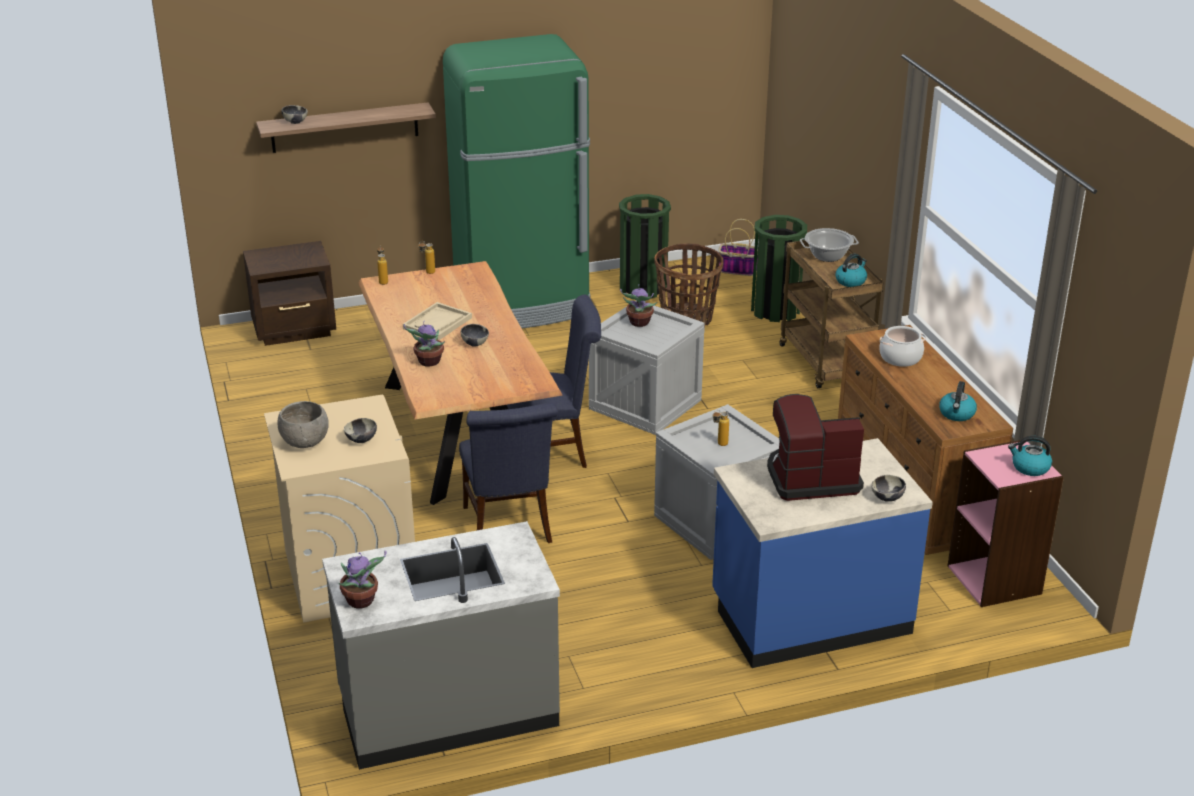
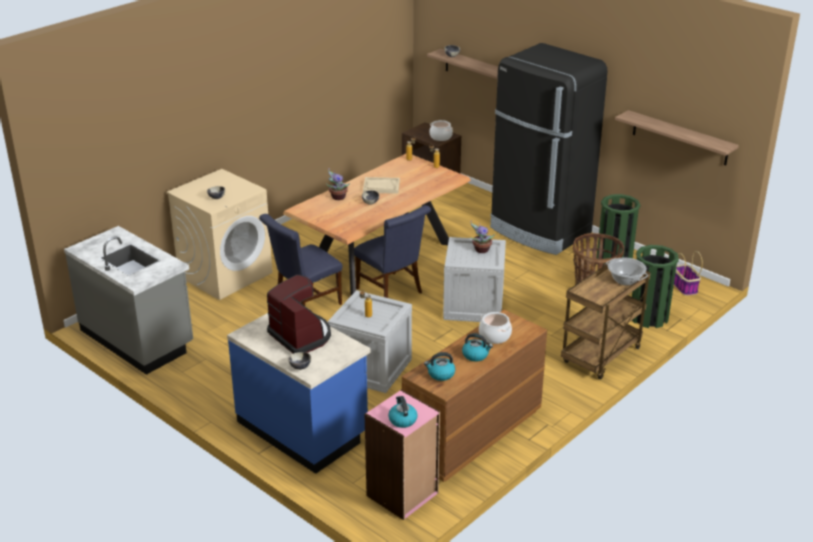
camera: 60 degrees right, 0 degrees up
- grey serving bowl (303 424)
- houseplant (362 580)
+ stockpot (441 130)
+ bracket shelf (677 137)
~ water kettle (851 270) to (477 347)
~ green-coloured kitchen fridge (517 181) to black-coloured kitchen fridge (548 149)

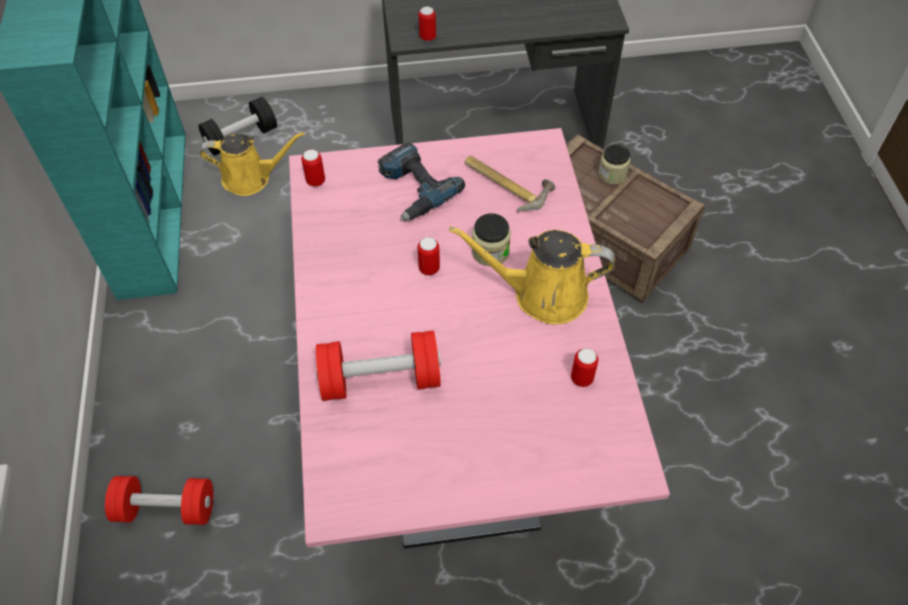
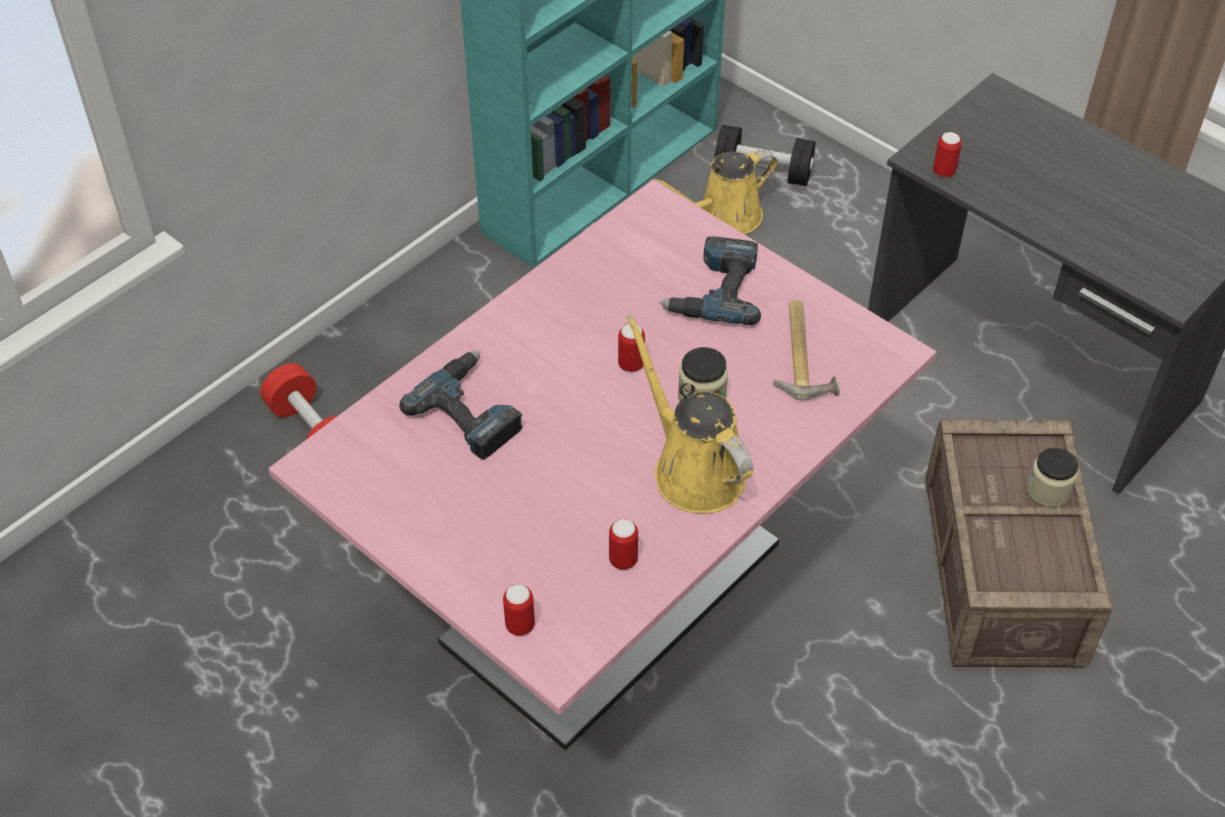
camera: 50 degrees right, 5 degrees down
~ sealed can (313 168) to (519 610)
~ reddish dumbbell (378 365) to electric drill (461 405)
~ yellow-coloured watering pot (252 164) = (714 192) 105 degrees clockwise

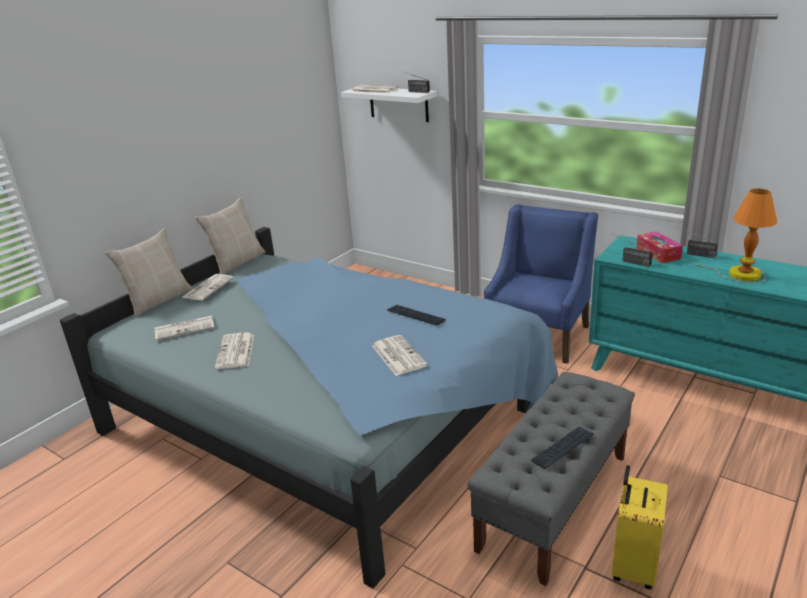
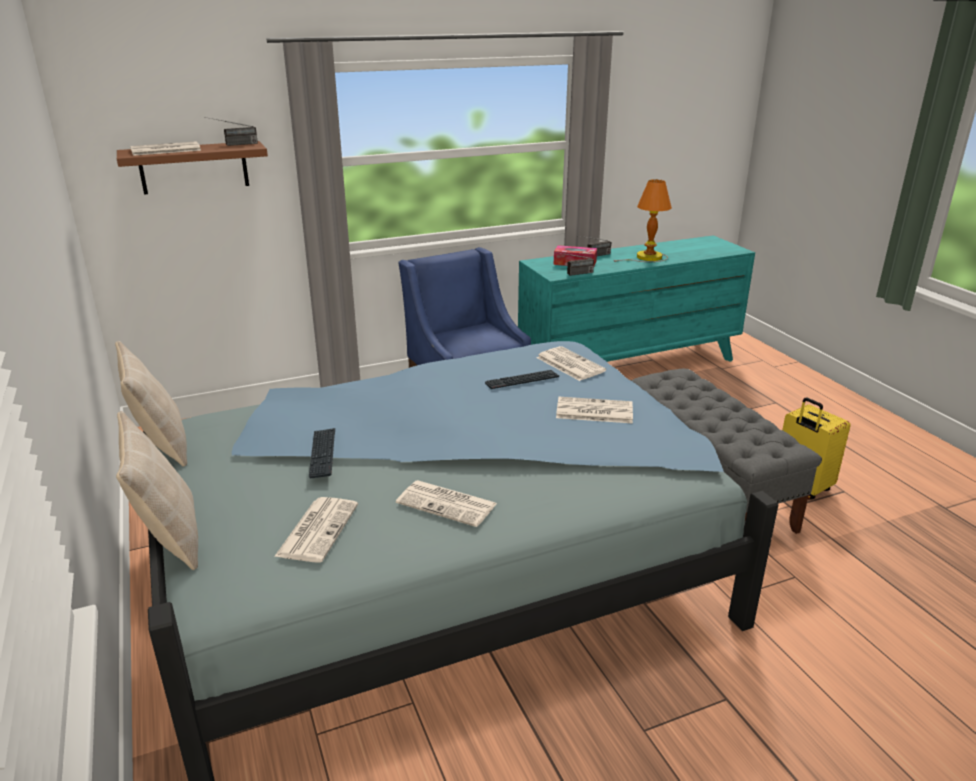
camera: 60 degrees left, 0 degrees up
~ daily paper (208 287) to (571 363)
~ computer keyboard (562 448) to (322 453)
~ white bracket shelf (389 105) to brownish bracket shelf (192 168)

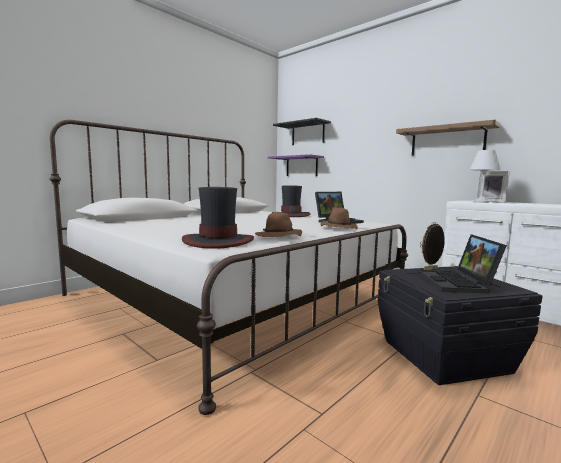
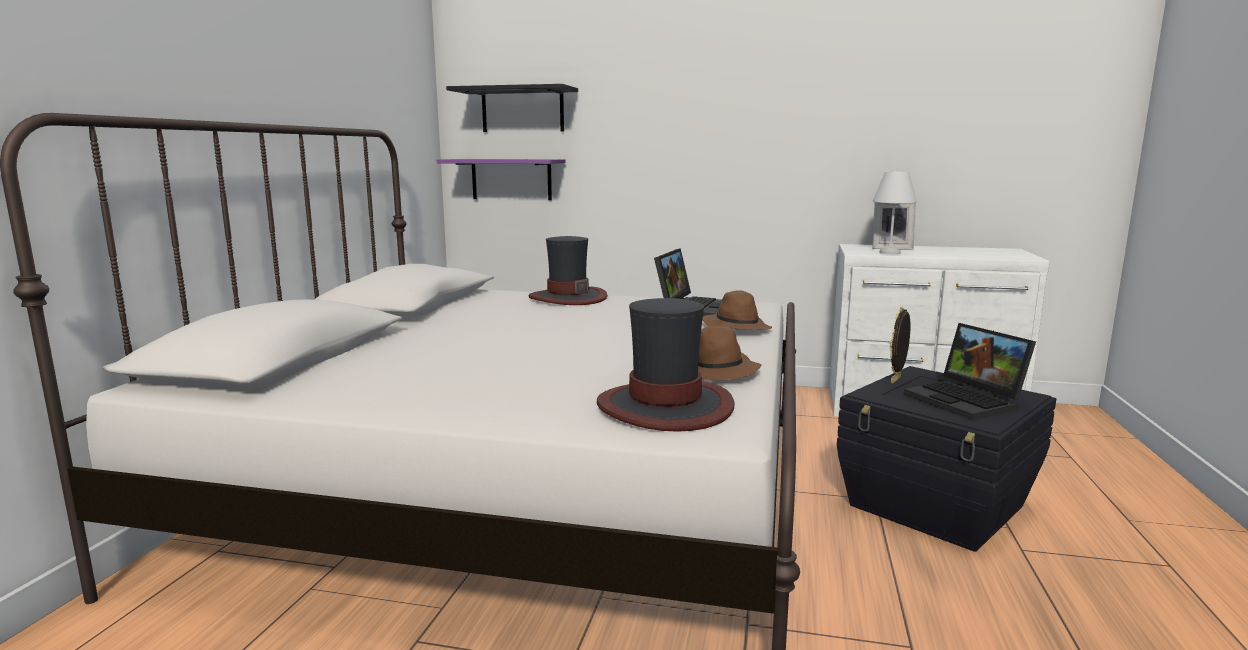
camera: 30 degrees left, 5 degrees up
- bracket shelf (448 138)

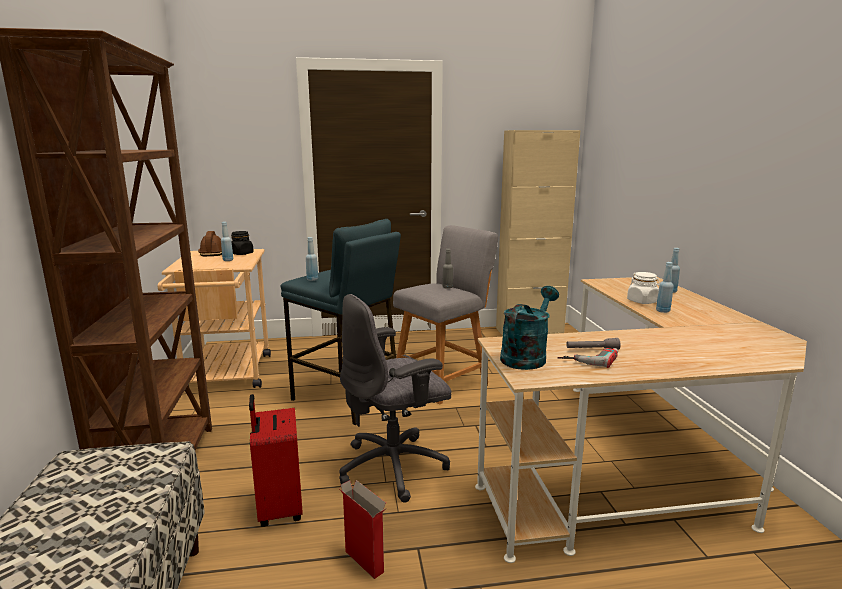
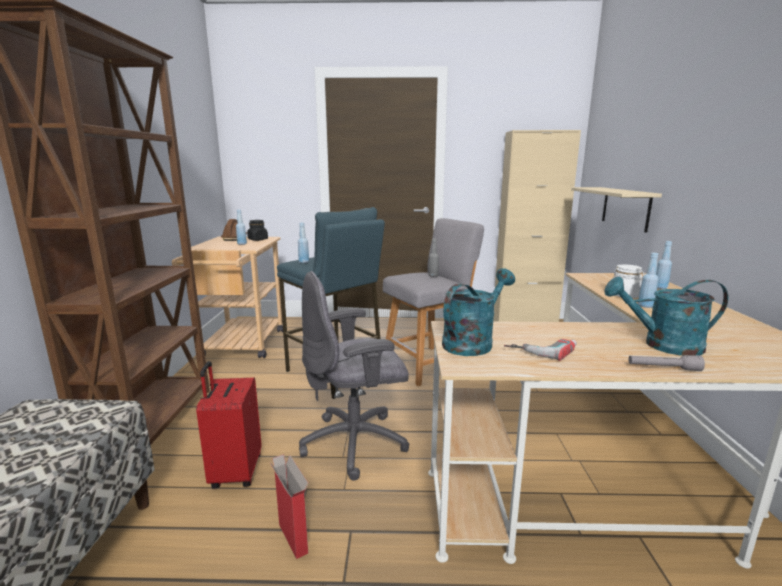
camera: 10 degrees right, 0 degrees up
+ sand-coloured bracket shelf (616 210)
+ blue-green watering pot (666 316)
~ grey torch (593 344) to (667 363)

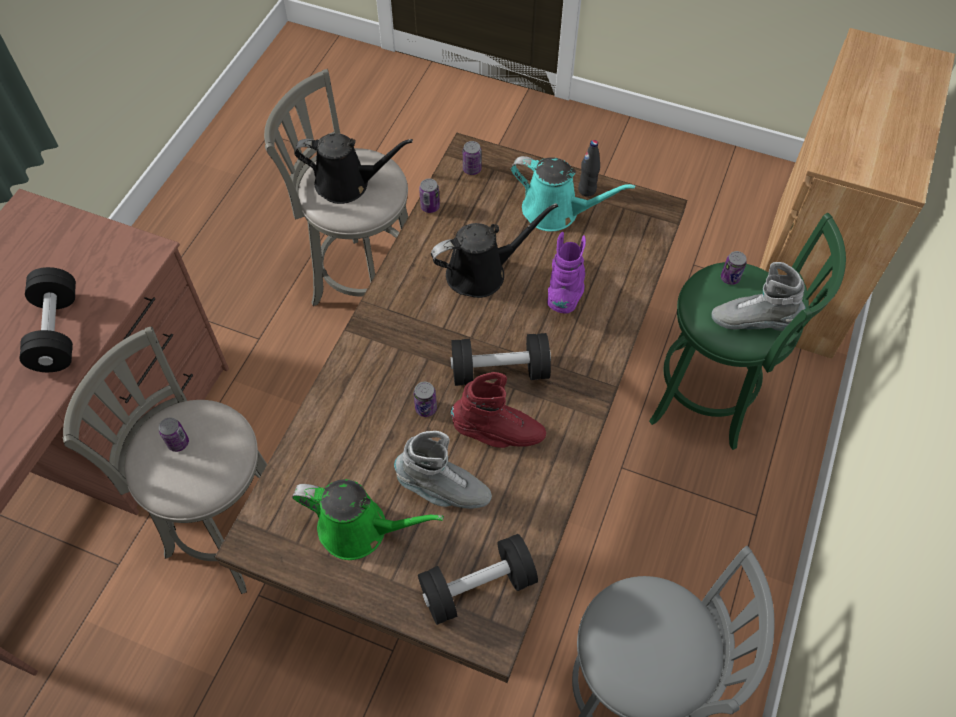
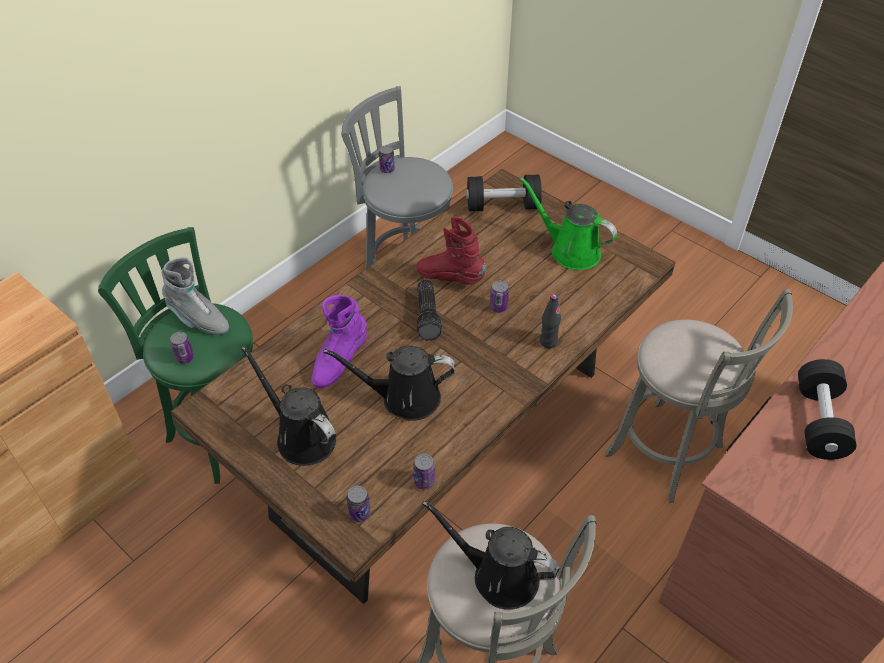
camera: 160 degrees left, 10 degrees down
- grey tall boot (443 470)
~ sealed can (174 434) to (387 159)
~ black-coloured beverage bottle (589 168) to (550 321)
~ black-coloured dumbbell (500 359) to torch (429 310)
~ blue-green watering pot (573 193) to black-coloured watering pot (288 406)

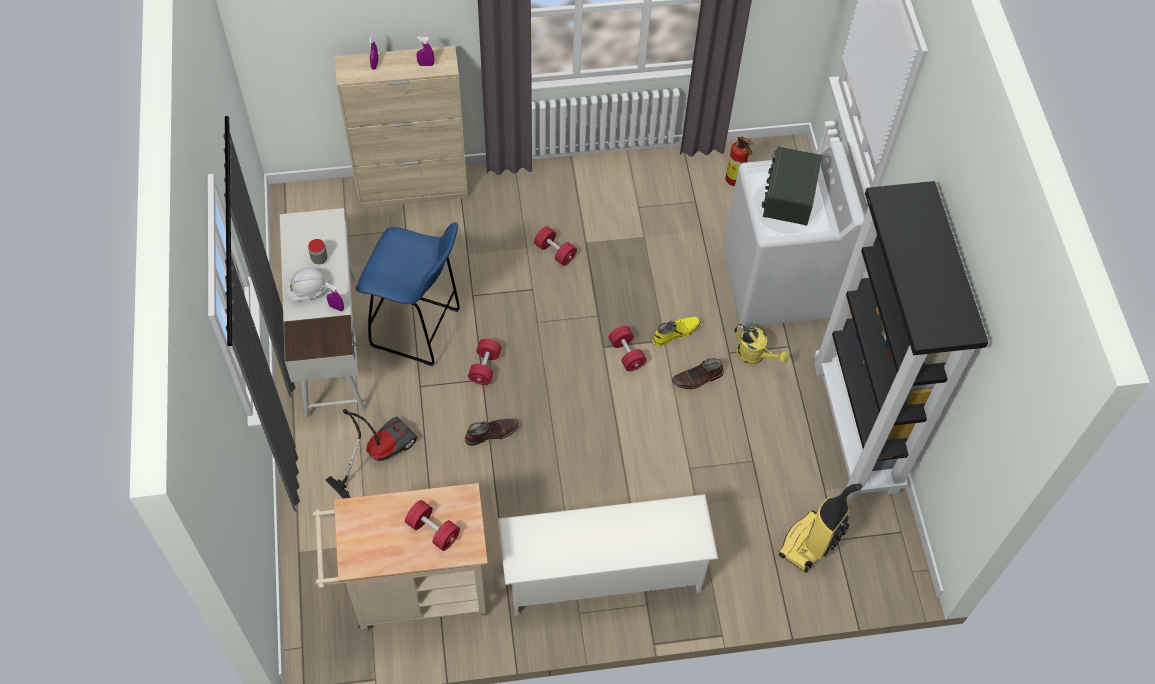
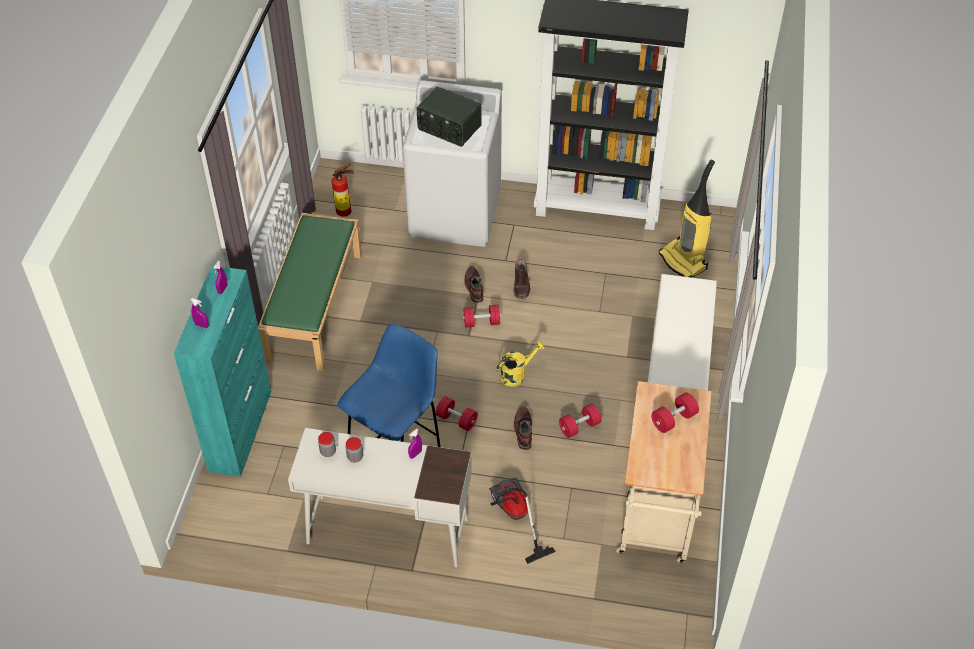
camera: 70 degrees left, 10 degrees down
- white safety helmet (307 284)
+ green-coloured long seat (310 292)
+ preserve jar (327 444)
~ reddish dumbbell (555 246) to (580 420)
~ yellow-coloured watering pot (761 344) to (520 364)
~ sand-coloured cabinet (401 127) to blue-green cabinet (222 371)
~ yellow-coloured tall boot (676 331) to brownish tall boot (473 284)

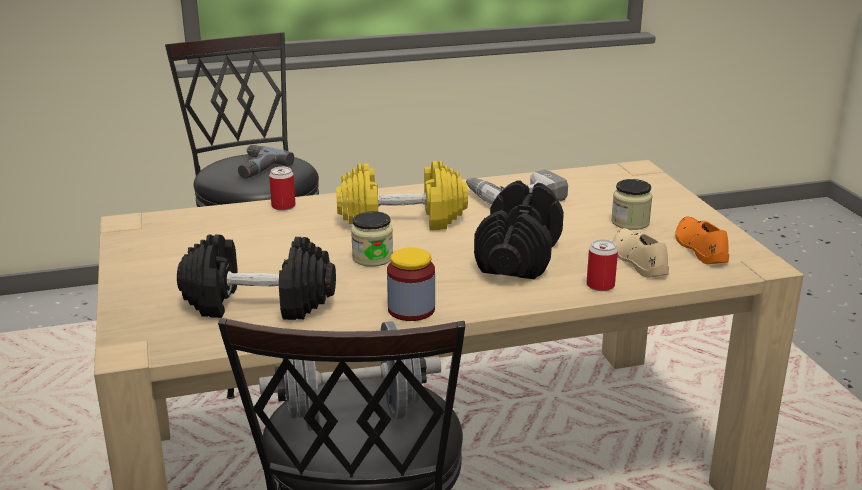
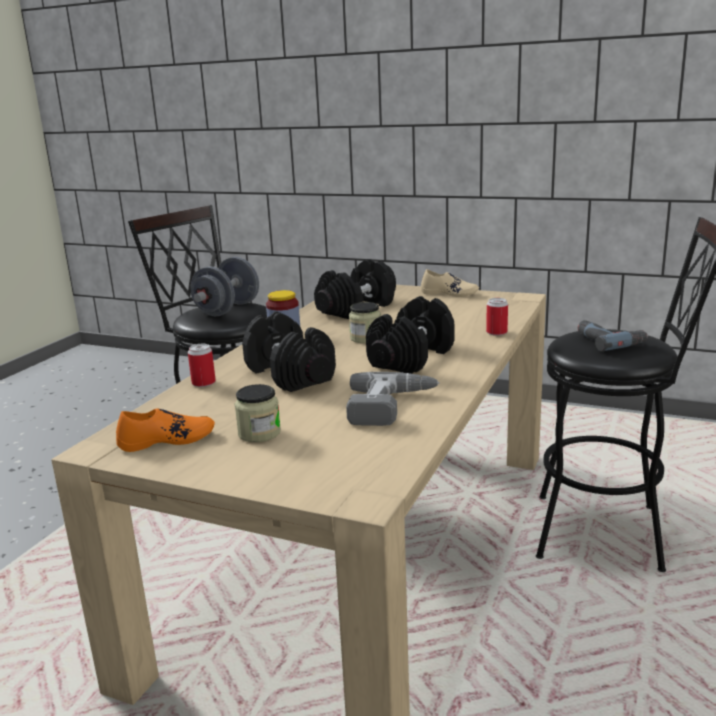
camera: 130 degrees right, 5 degrees down
~ sand-coloured shoe (640 253) to (449 283)
~ yellow-coloured dumbbell (402 195) to black-coloured dumbbell (410 335)
~ orange-coloured shoe (702 240) = (165 430) 45 degrees counterclockwise

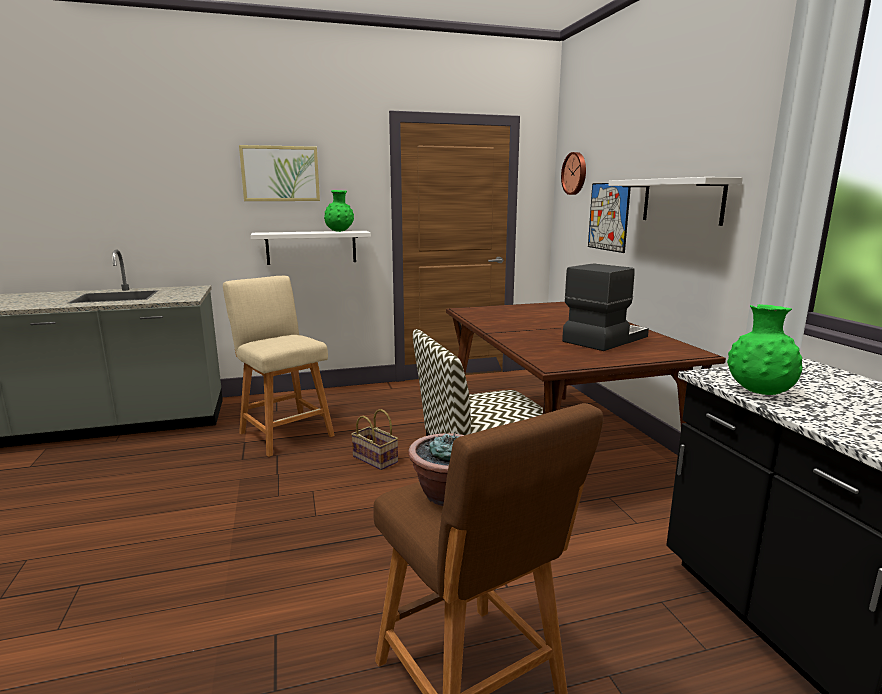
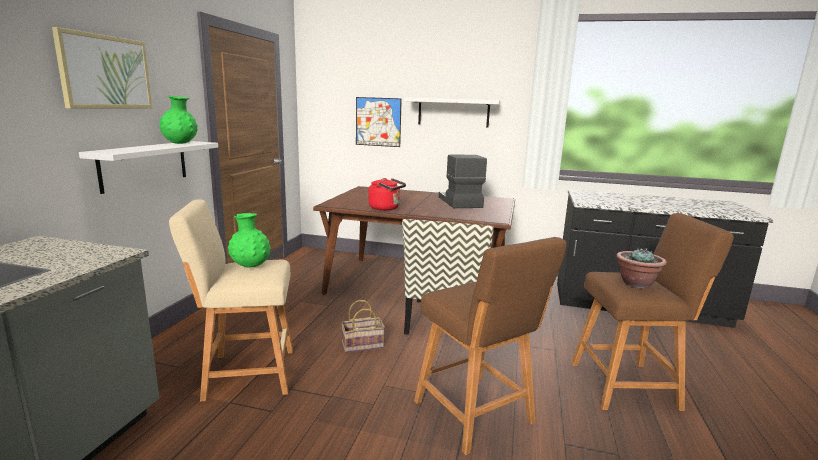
camera: 60 degrees left, 0 degrees up
- clock on the wall (573 173)
+ reddish water kettle (387 194)
+ brownish stool (490 346)
~ green-coloured flower vase (765 349) to (249 240)

